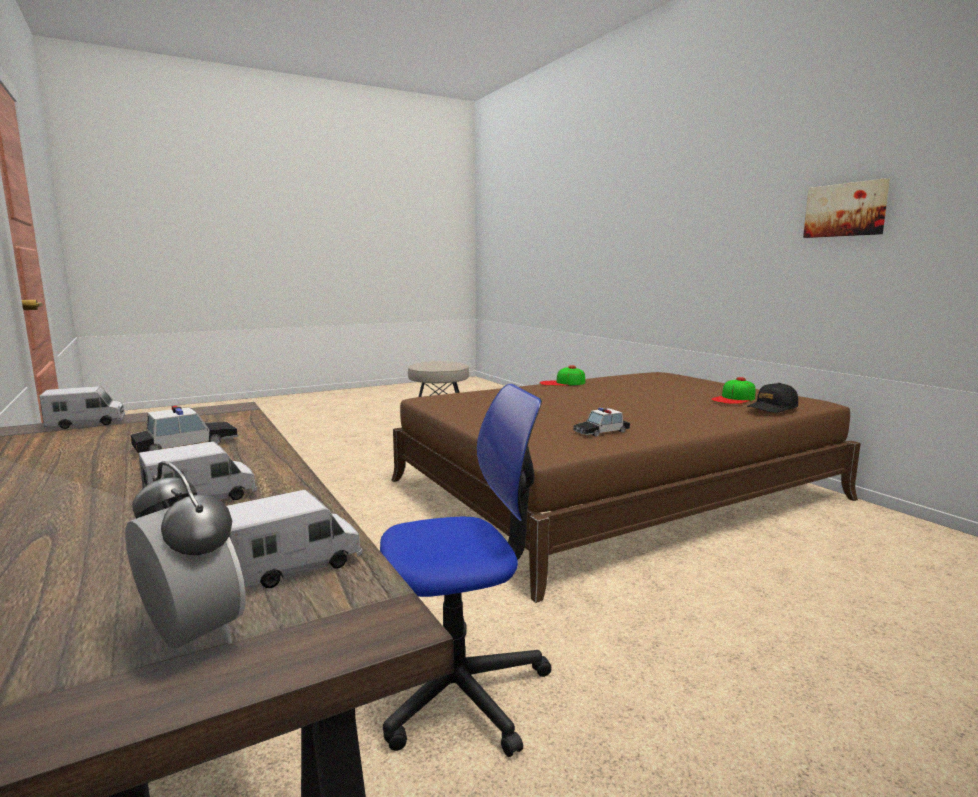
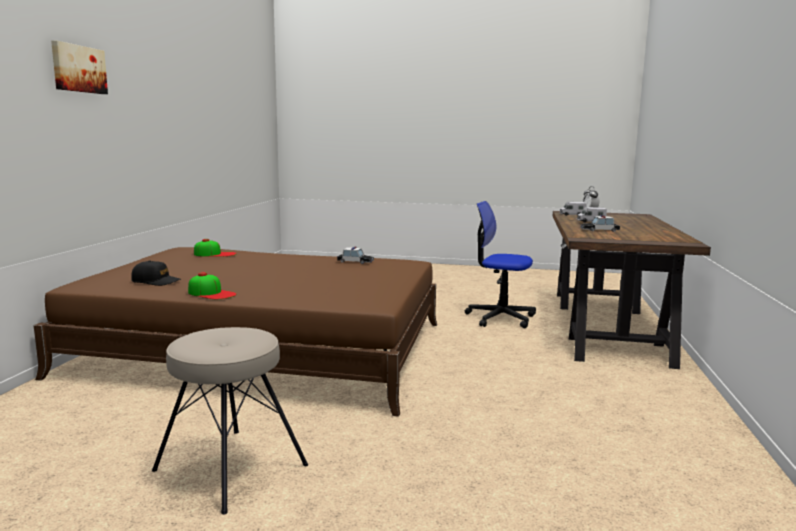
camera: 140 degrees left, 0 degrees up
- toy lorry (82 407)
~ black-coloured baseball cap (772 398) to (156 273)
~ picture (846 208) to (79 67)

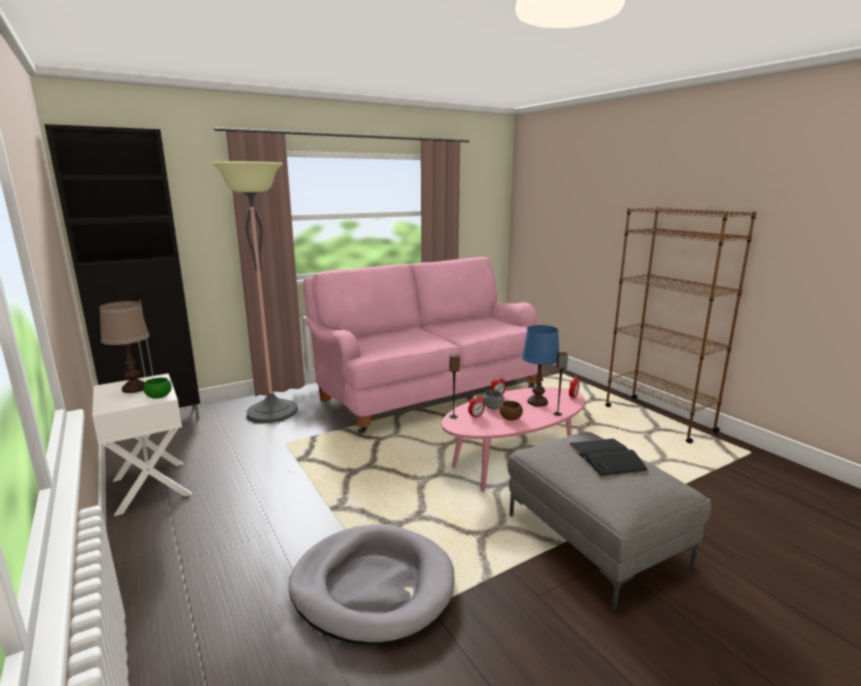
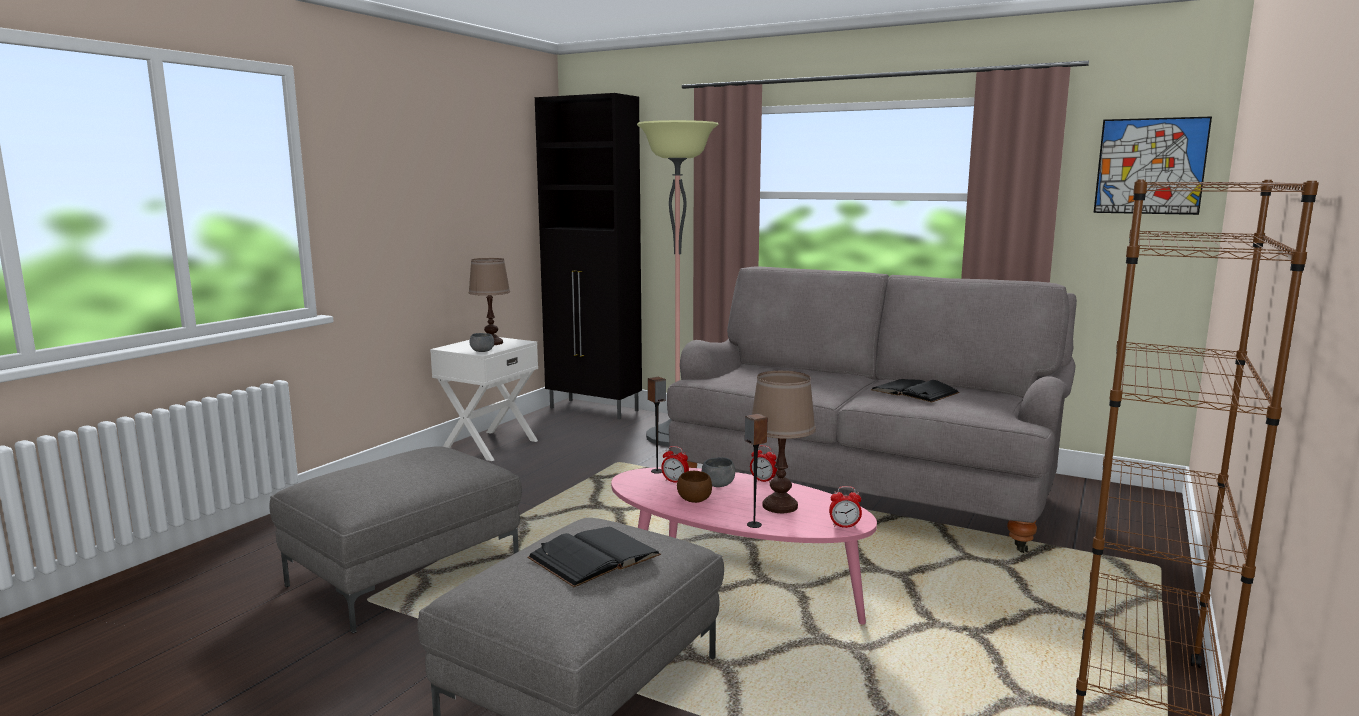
camera: 60 degrees right, 5 degrees down
+ black-coloured volume (915 391)
+ picture (1153 165)
~ grey pet bed (371 584) to grey pouffe (395 539)
~ green-coloured serving bowl (157 388) to grey serving bowl (482 342)
~ pink settee (423 345) to grey settee (872 410)
~ blue lamp for a table (540 365) to brownish lamp for a table (784 442)

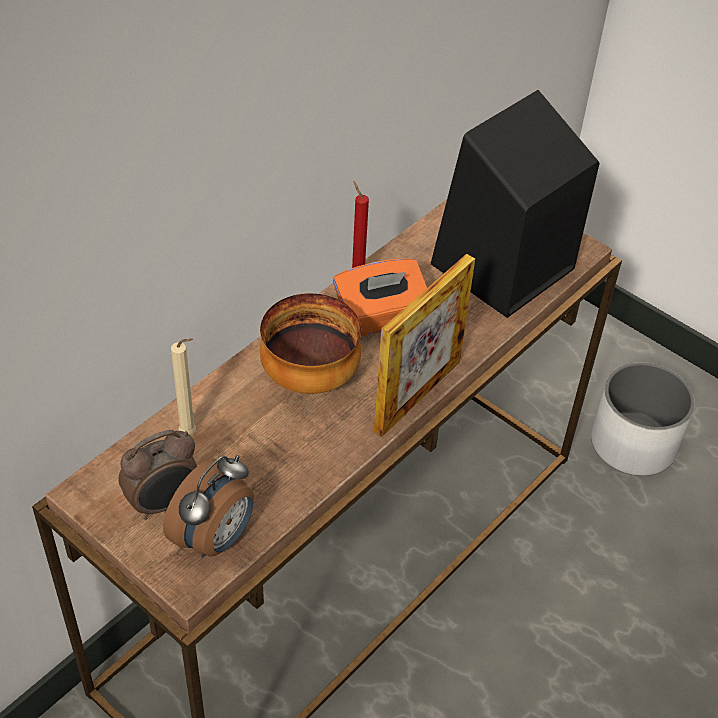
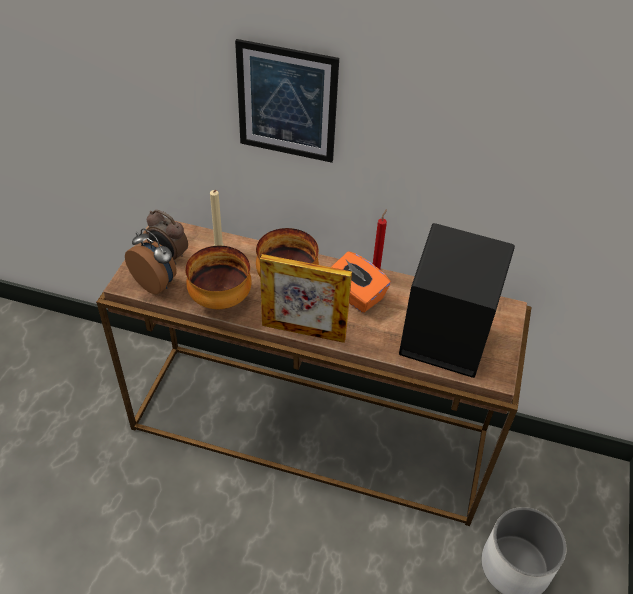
camera: 65 degrees right, 0 degrees up
+ serving bowl (218 277)
+ picture (287 101)
~ table clock (208 506) = (151 261) 150 degrees counterclockwise

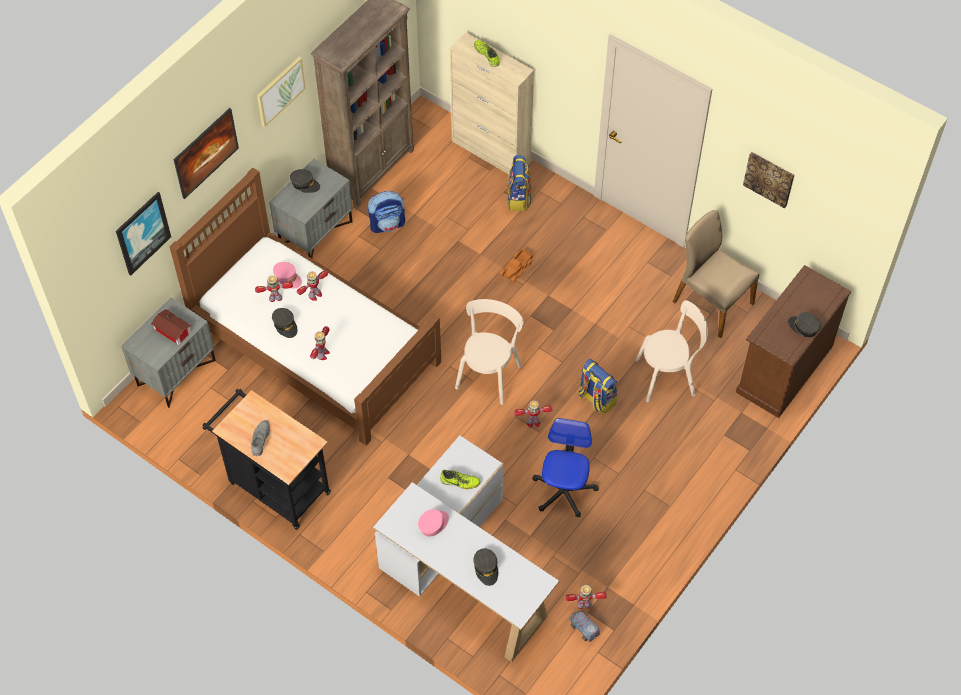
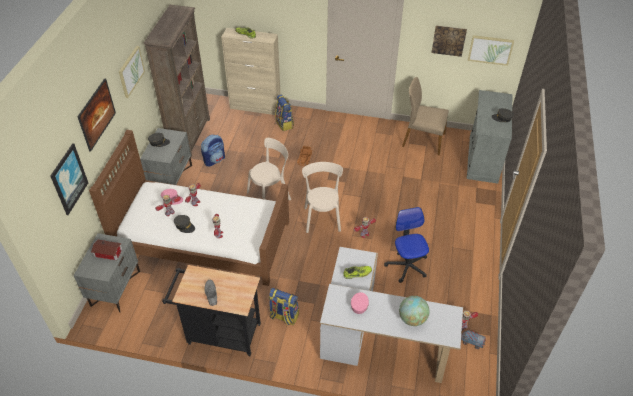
camera: 25 degrees left, 10 degrees down
+ picture (491 50)
~ rucksack (597 387) to (284 306)
~ sand-coloured plain chair (672 351) to (269 169)
~ grey baseball cap (485 567) to globe (414 311)
~ brownish cabinet (793 341) to grey cabinet (489 137)

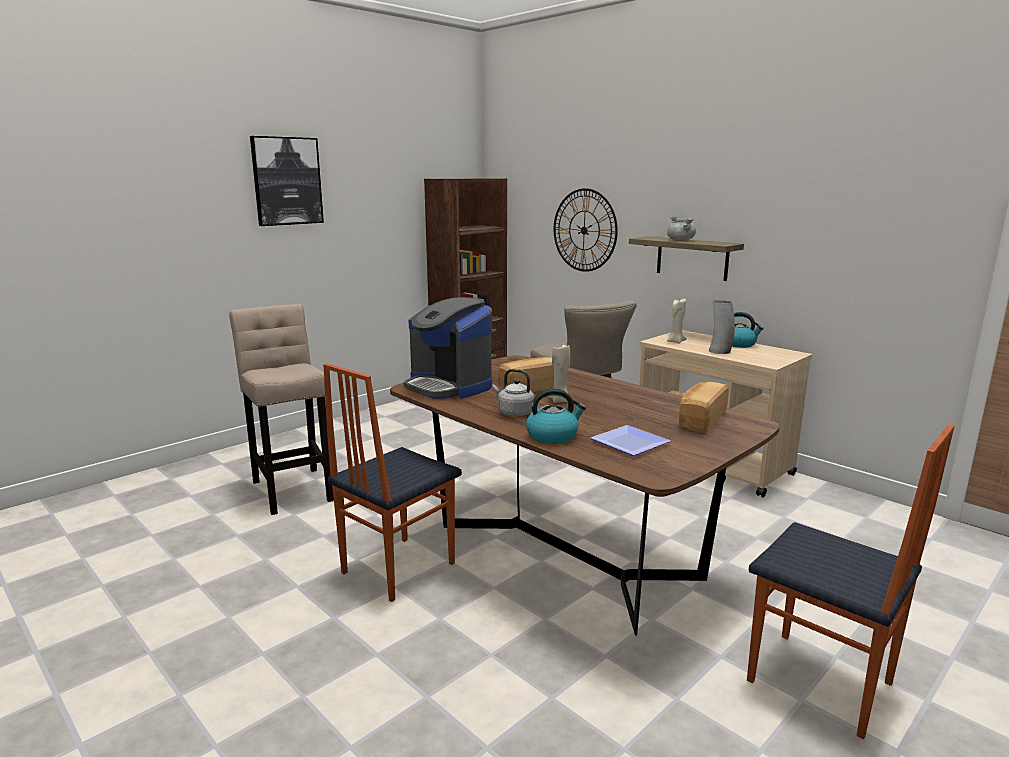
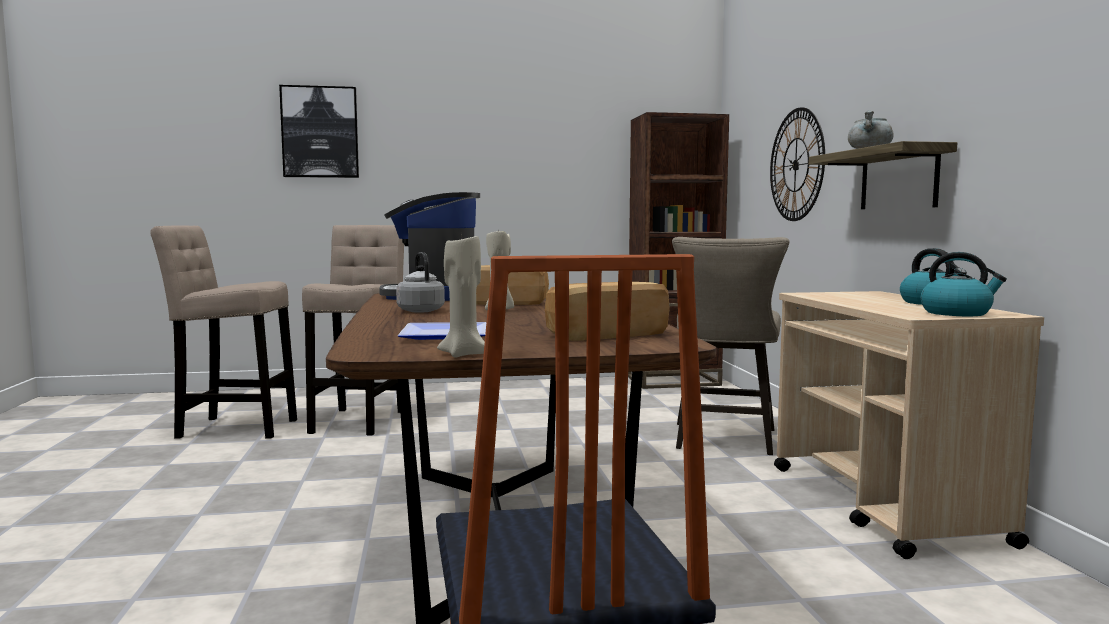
camera: 35 degrees right, 10 degrees down
- plain chair (392 482)
- flower vase (722 327)
+ sand-coloured stool (223 332)
~ picture (287 181) to (319 131)
~ water kettle (556 416) to (964 284)
~ sand-coloured candle (677 321) to (461 296)

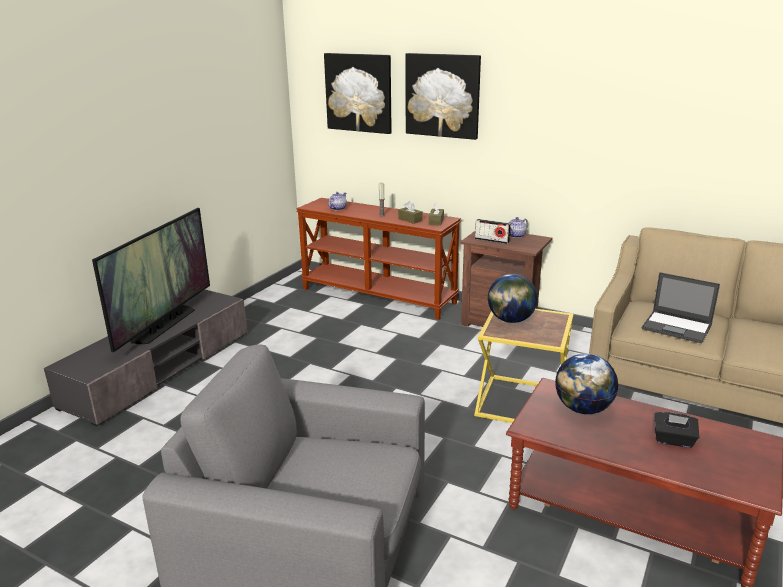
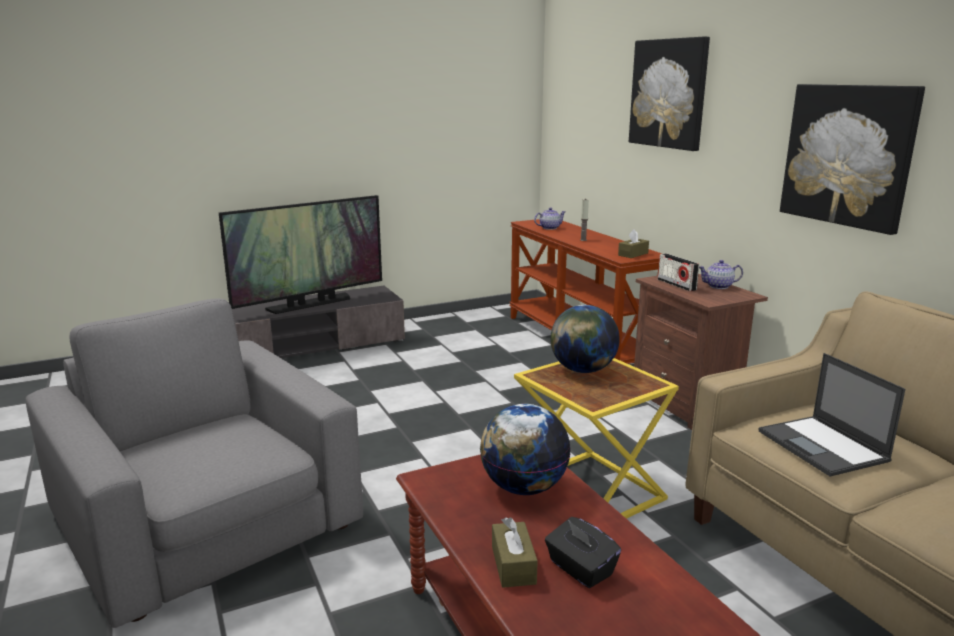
camera: 35 degrees right, 5 degrees down
~ picture (358 93) to (852 159)
~ brownish tissue holder (410 212) to (515 552)

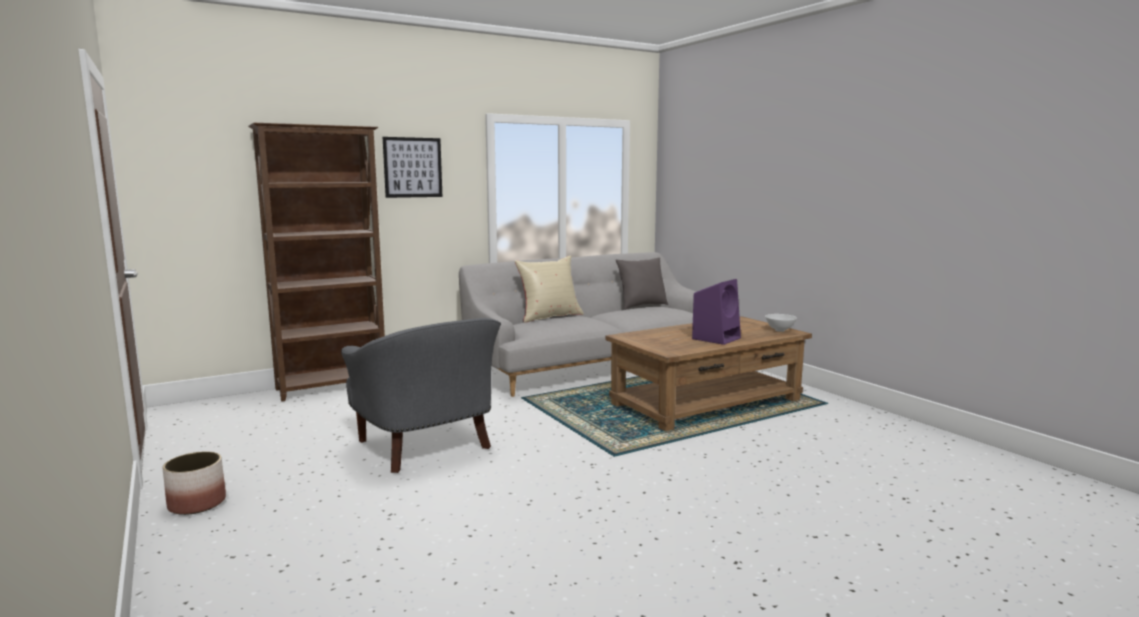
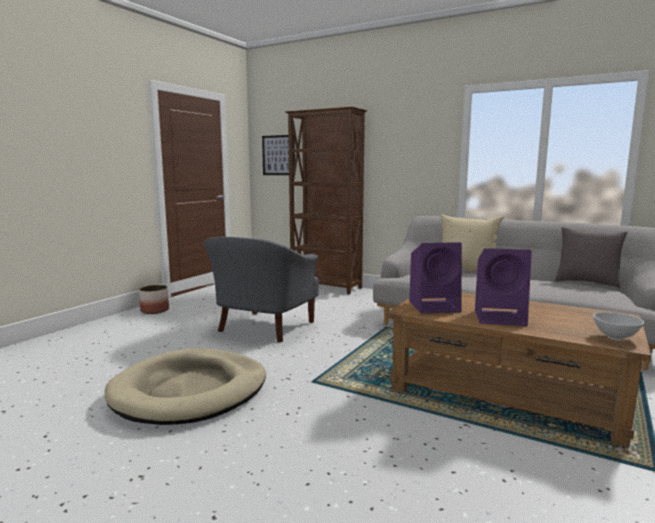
camera: 60 degrees right, 0 degrees up
+ sand-coloured pet bed (185 386)
+ purplish audio speaker (435 277)
~ picture (412 167) to (278 155)

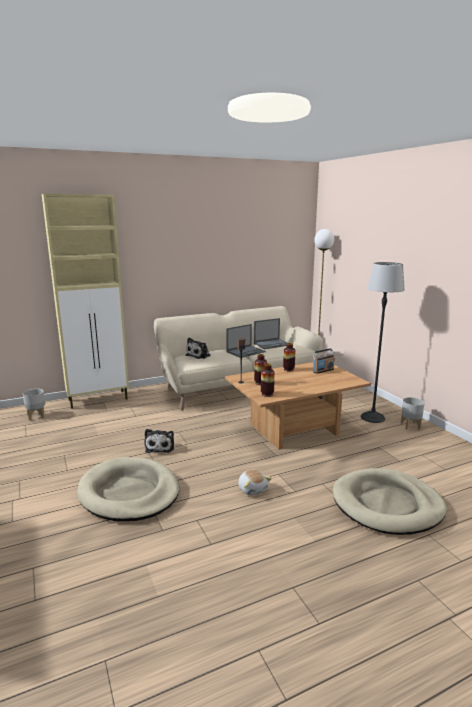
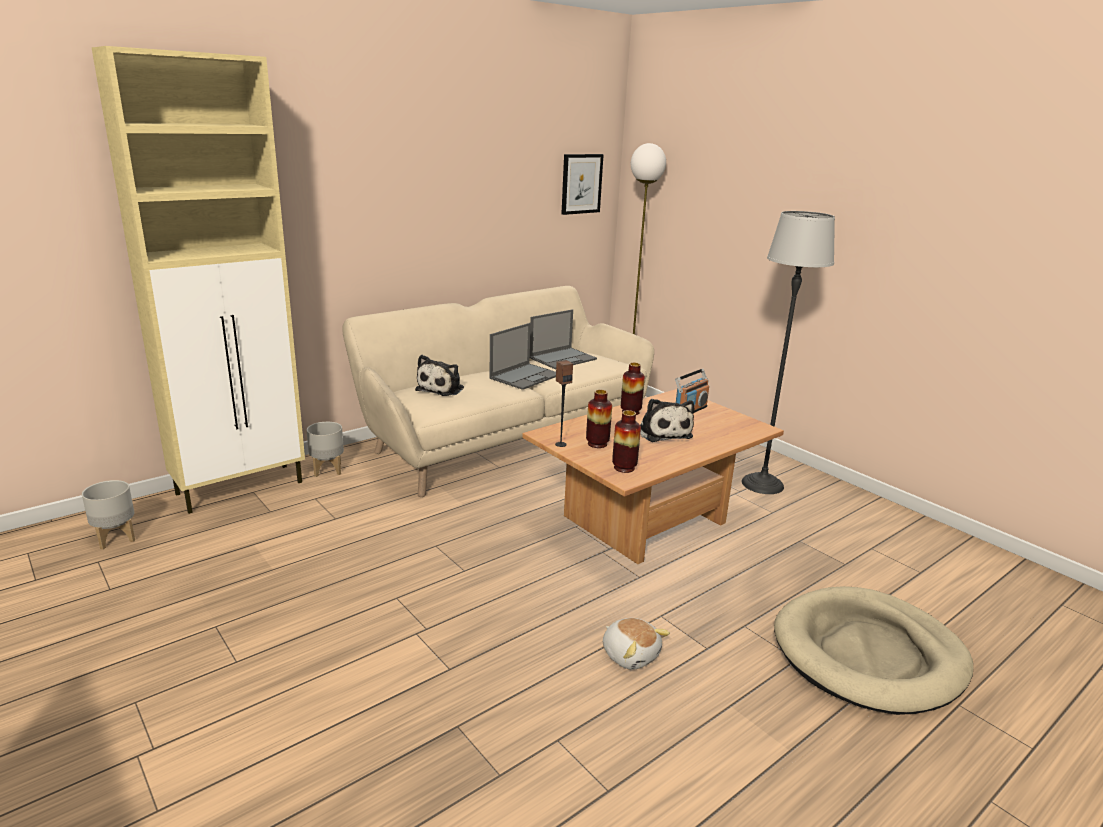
camera: 15 degrees left, 5 degrees up
- sand-coloured pet bed (128 489)
+ picture (582 184)
~ soft toy (159 441) to (667 420)
~ grey flower pot (413 413) to (325 449)

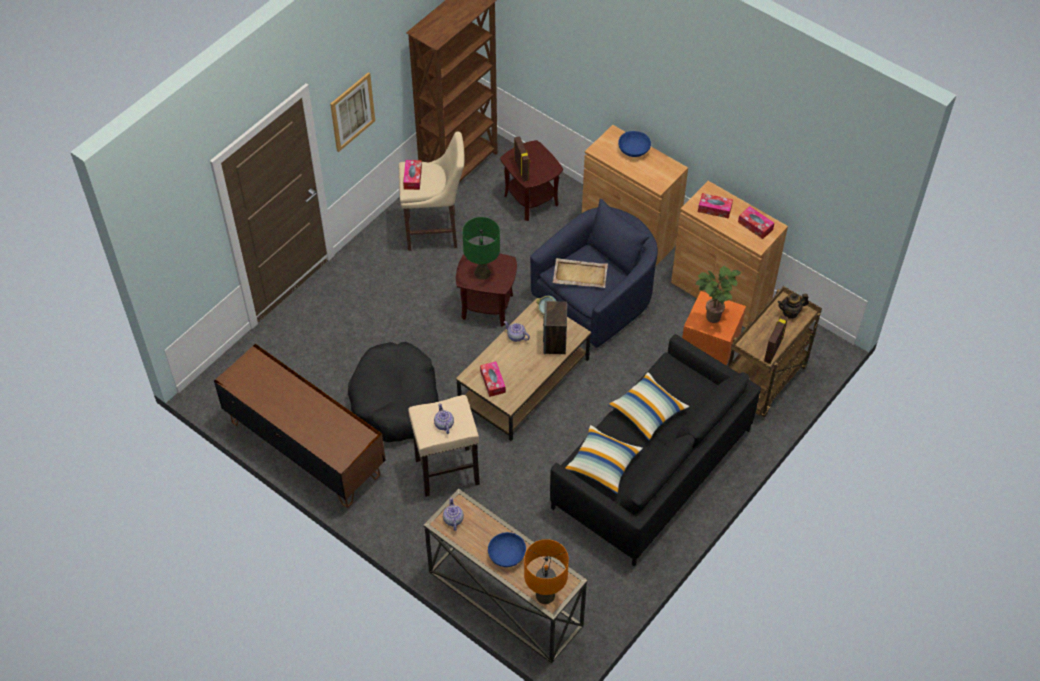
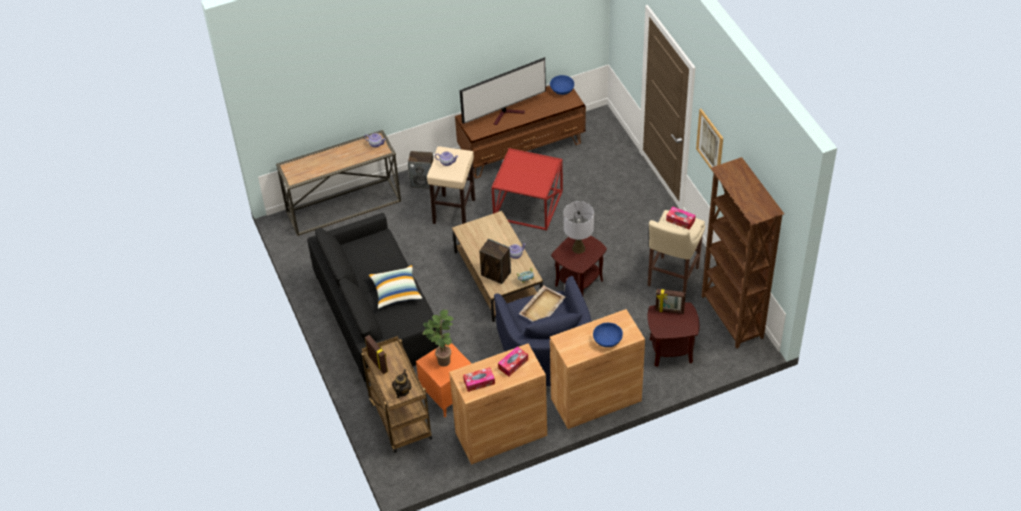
camera: 120 degrees right, 5 degrees down
- tissue holder (493 379)
- orange-coloured lamp for a table (546 571)
- throw pillow (604 459)
+ audio speaker (420 170)
+ TV (503 91)
~ blue serving bowl (507 549) to (562 85)
~ black-coloured pet bed (393 392) to reddish end table (527 189)
~ green-coloured lamp for a table (481 248) to grey lamp for a table (579 227)

